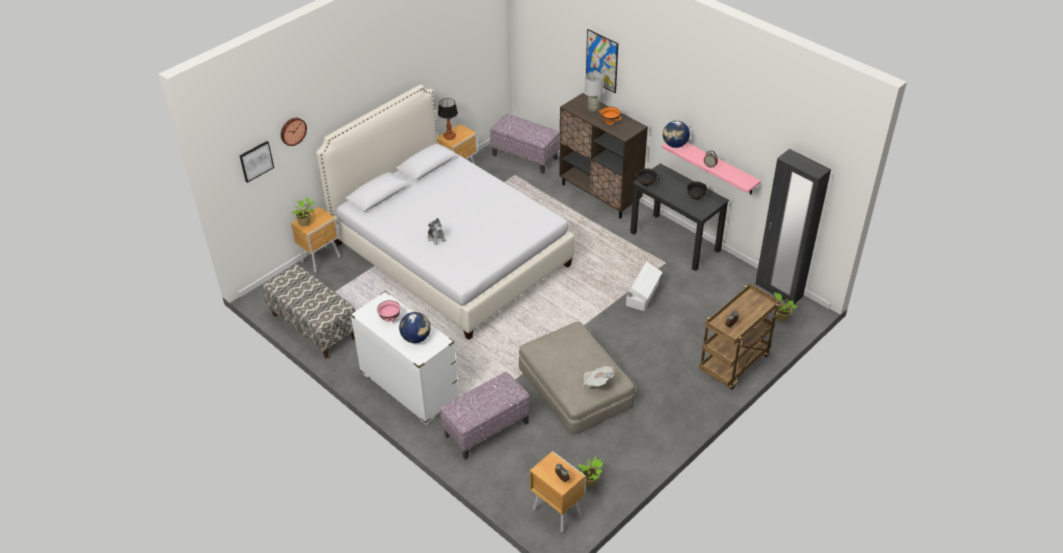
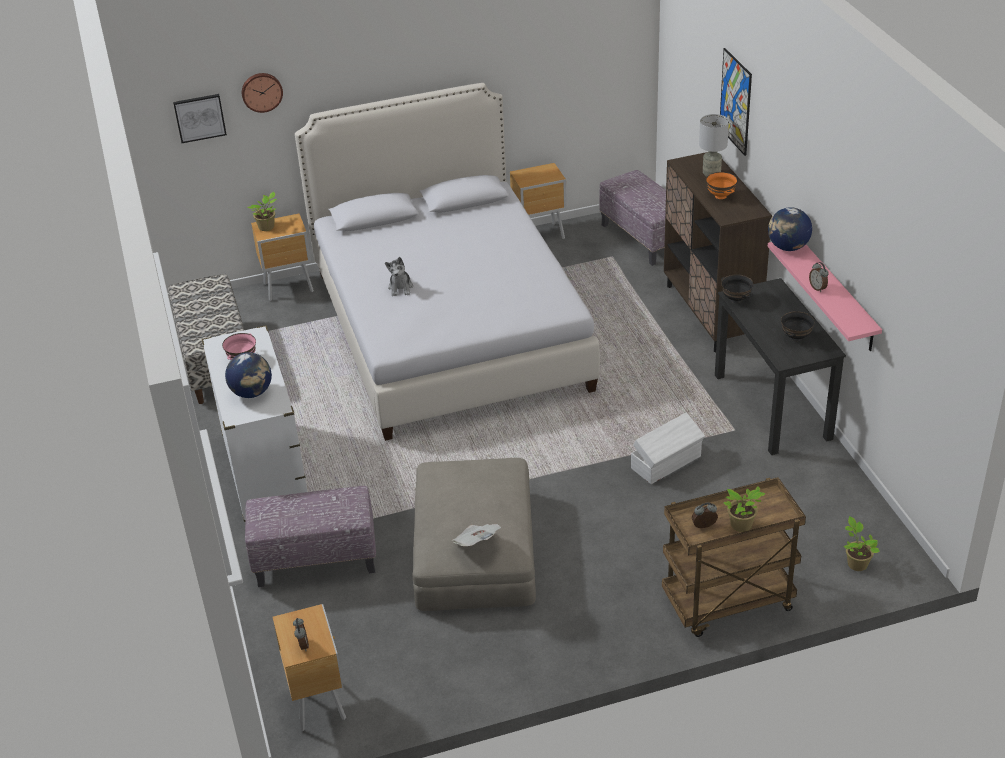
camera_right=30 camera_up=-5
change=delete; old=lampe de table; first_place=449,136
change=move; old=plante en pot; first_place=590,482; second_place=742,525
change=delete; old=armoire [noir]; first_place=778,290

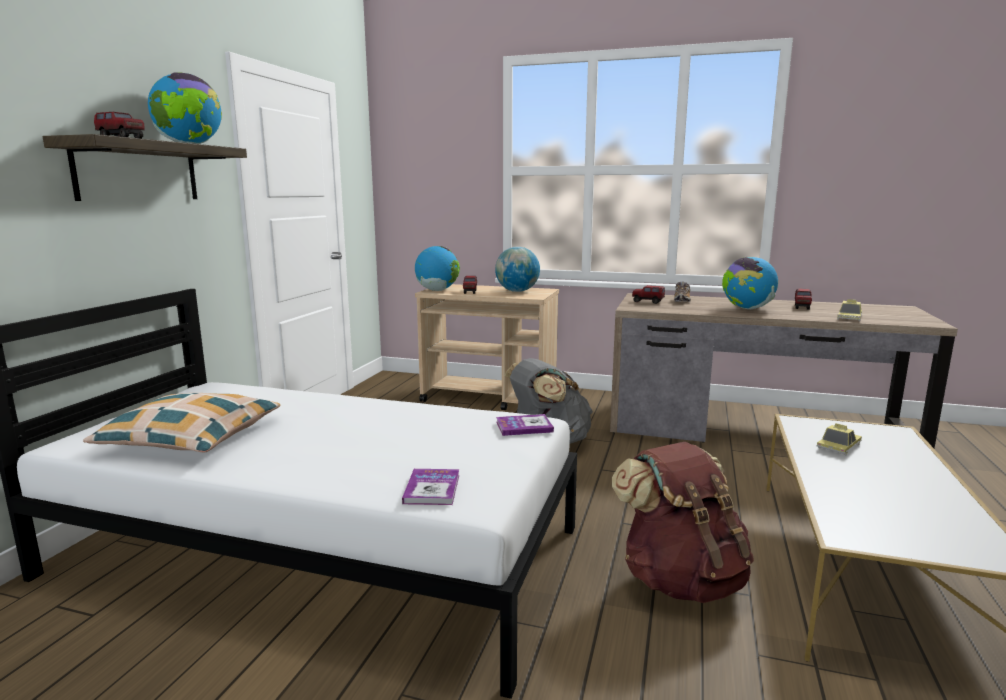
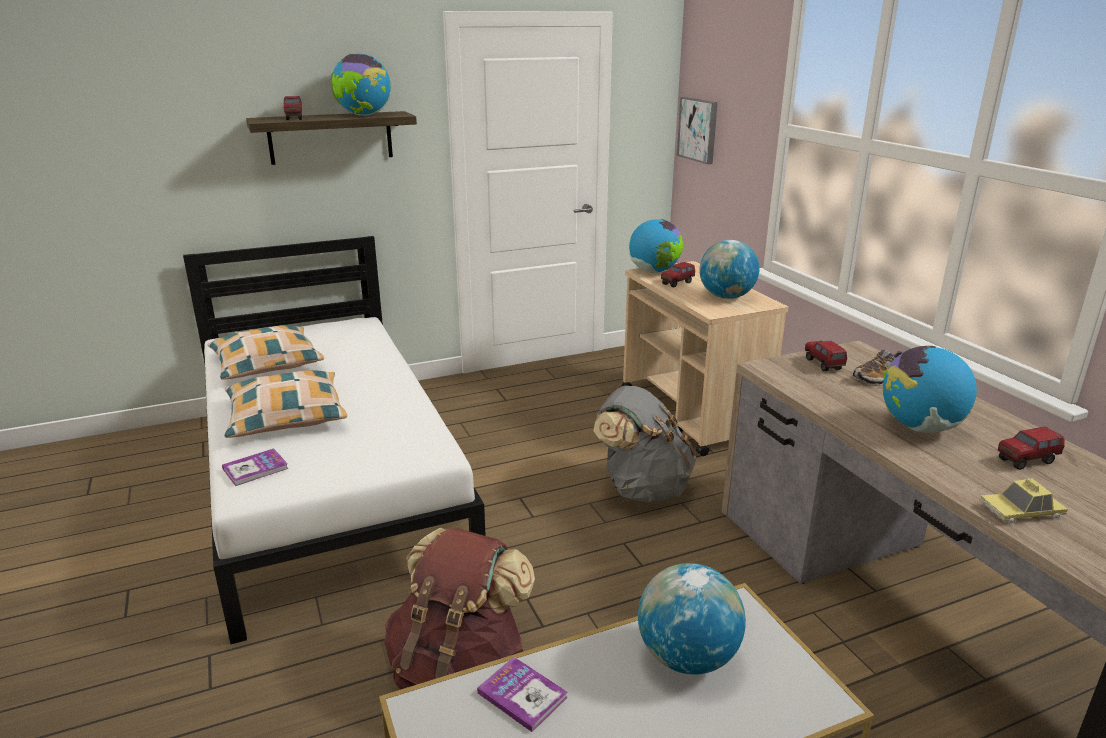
camera_right=50 camera_up=10
change=move; old=livre; first_place=524,426; second_place=522,695
change=replace; old=petite voiture; new=globe; first_place=838,446; second_place=687,657
change=insert; new=coussin; second_place=286,416
change=insert; new=tableau; second_place=698,130

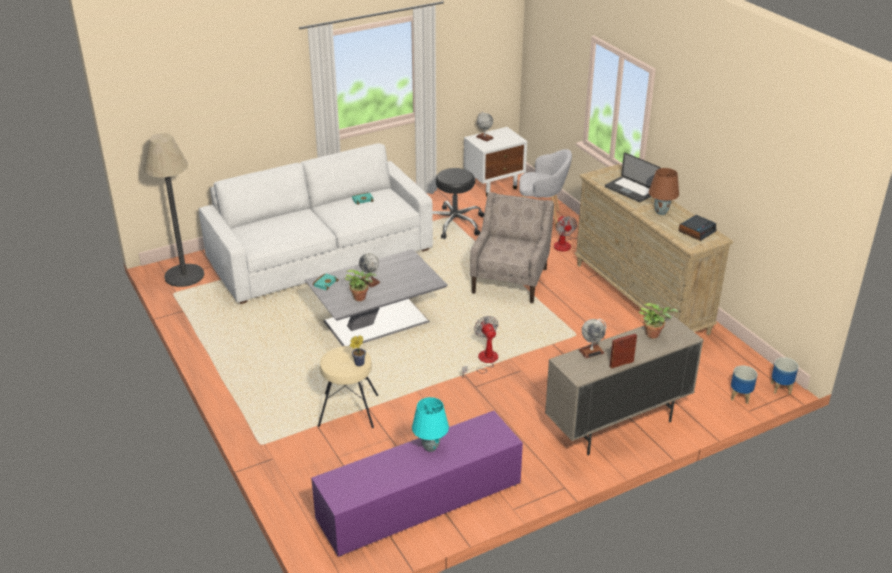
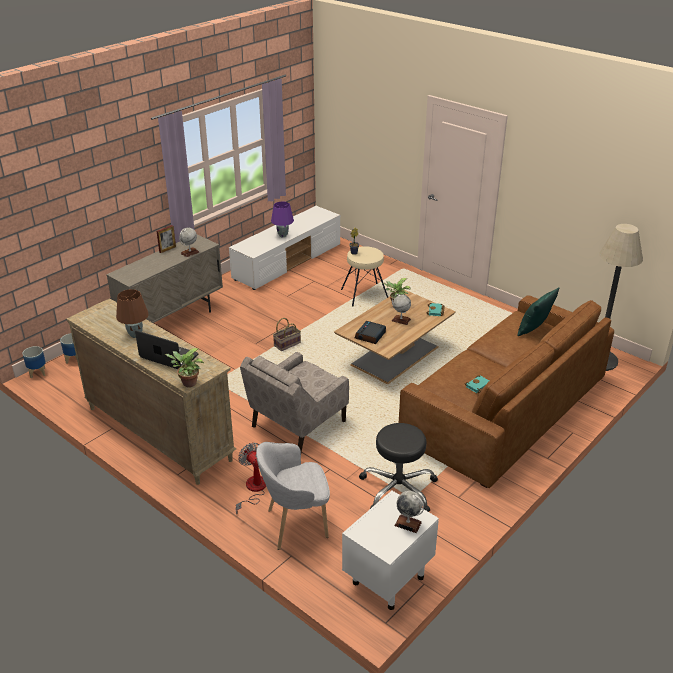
camera_right=160 camera_up=0
change=recolor; old=canapé [blanc]; new=canapé [marron]; first_place=320,255; second_place=505,409
change=recolor; old=table basse [gris]; new=table basse [marron]; first_place=378,321; second_place=394,357
change=recolor; old=meuble télé [violet]; new=meuble télé [blanc]; first_place=419,504; second_place=288,262
change=recolor; old=lampe de table [turquoise]; new=lampe de table [violet]; first_place=430,447; second_place=283,235
change=replace; old=ventilateur; new=panier; first_place=484,361; second_place=287,344
change=rotate; old=fauteuil [beige]; first_place=510,280; second_place=297,424; degrees=45
change=move; old=plante en pot; first_place=654,334; second_place=187,383
change=move; old=réveil; first_place=697,231; second_place=370,336
change=insert; new=coussin [vert]; second_place=534,329

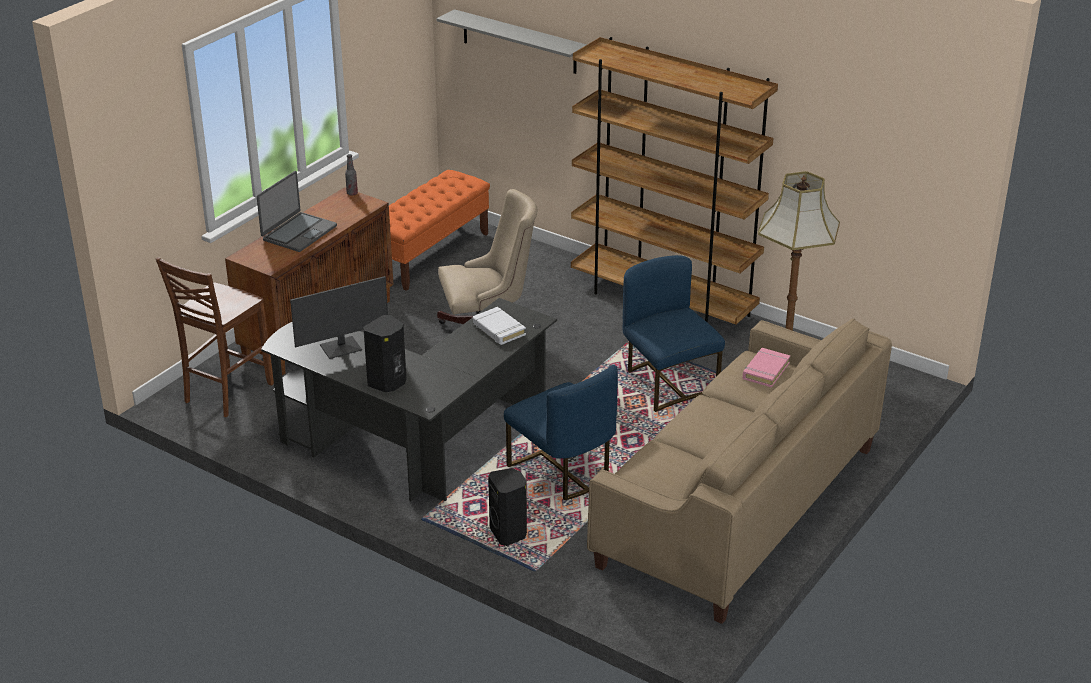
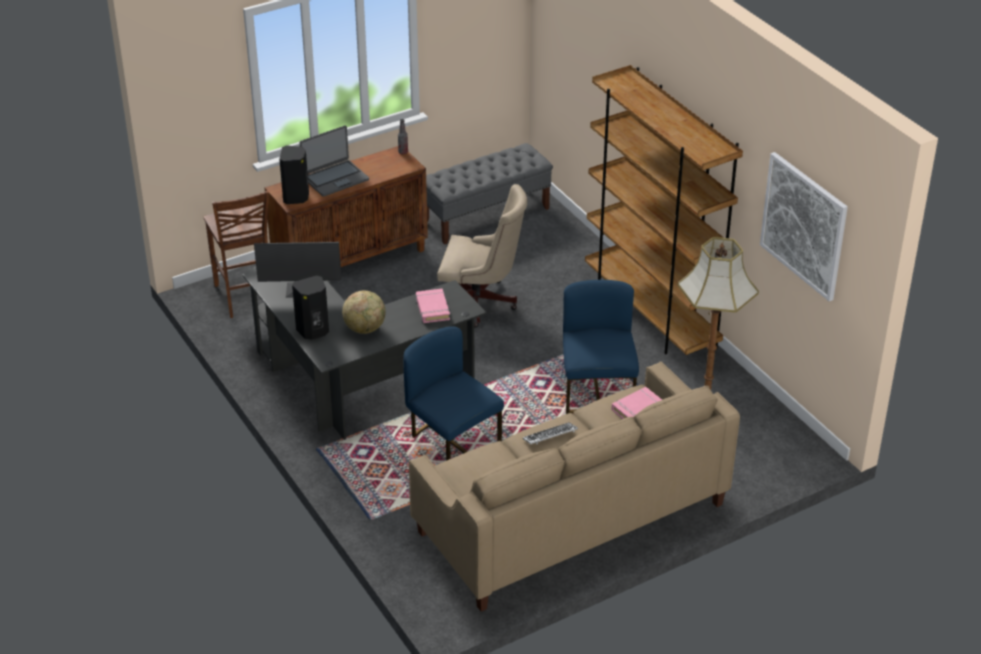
camera_right=25 camera_up=5
change=rotate; old=chaise [marron]; first_place=226,393; second_place=245,297; degrees=-75
change=recolor; old=banc [orange]; new=banc [gris]; first_place=429,254; second_place=486,215
change=delete; old=étagère [gris]; first_place=519,42
change=recolor; old=livre [blanc]; new=livre [rose]; first_place=498,329; second_place=432,309
change=move; old=enceinte [noir]; first_place=509,533; second_place=296,197
change=rotate; old=chaise [bleu]; first_place=562,471; second_place=452,443; degrees=150
change=insert; new=globe; second_place=365,328
change=insert; new=clavier; second_place=550,436
change=insert; new=tableau; second_place=804,225

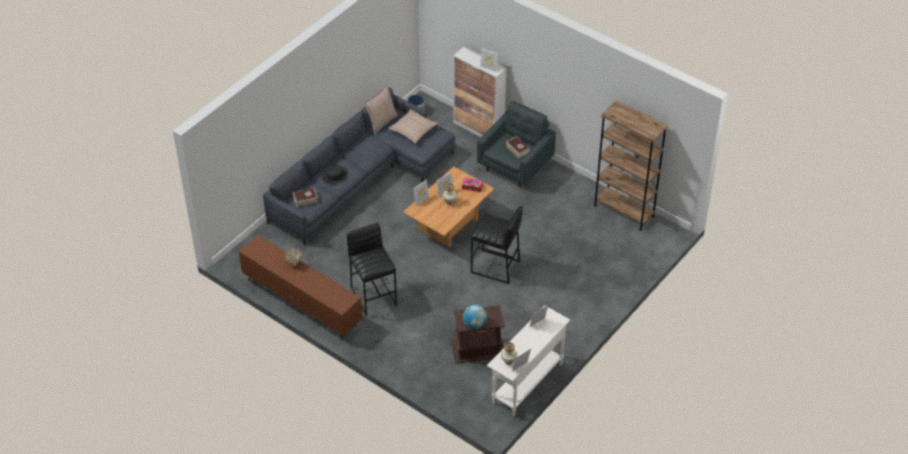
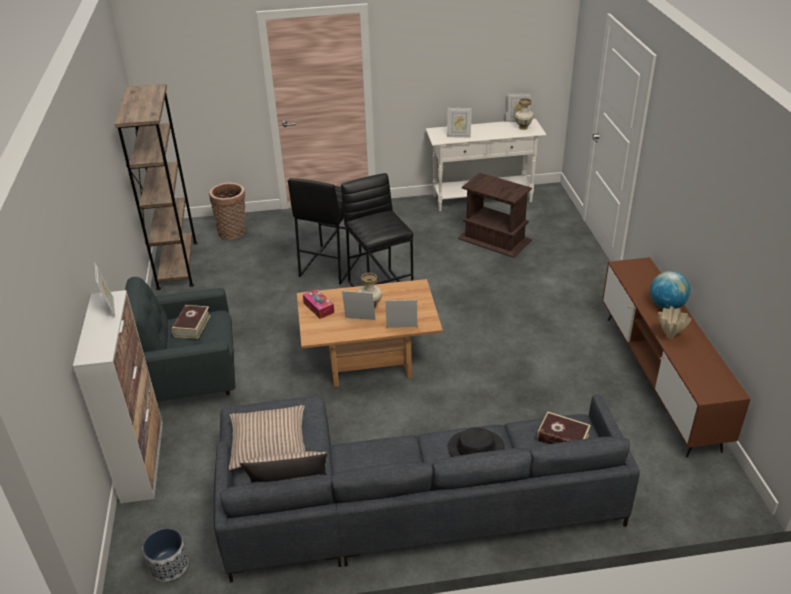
camera_right=-135 camera_up=-10
change=move; old=tabouret [noir]; first_place=374,296; second_place=329,265
change=move; old=globe; first_place=474,324; second_place=666,305
change=insert; new=panier; second_place=233,232

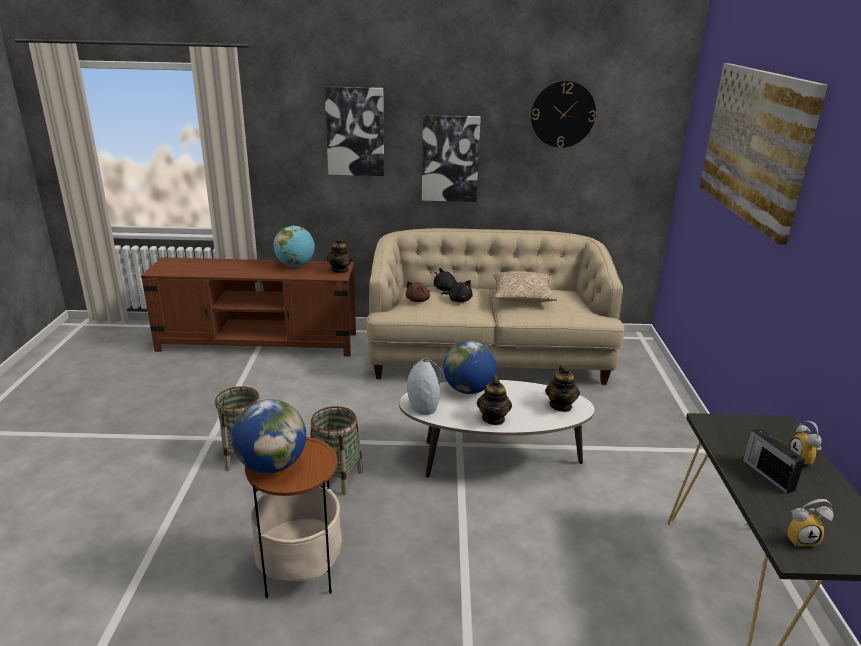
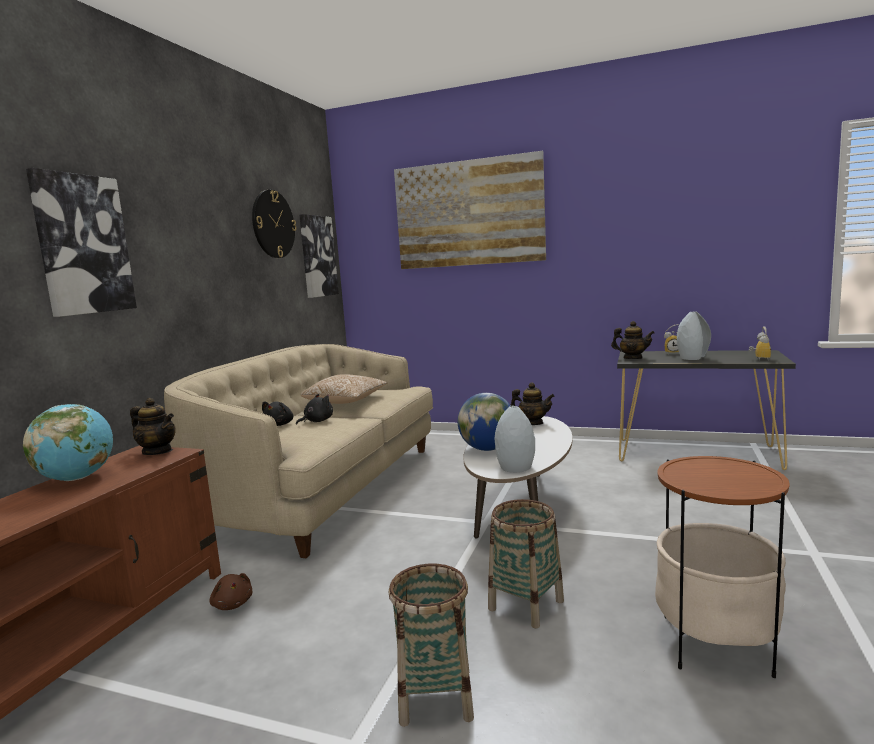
camera_right=-70 camera_up=-15
change=delete; old=globe; first_place=272,465
change=move; old=peluche [marron]; first_place=418,300; second_place=232,604
change=move; old=tableau; first_place=450,158; second_place=317,256
change=move; old=théière; first_place=493,418; second_place=632,358
change=replace; old=radio; new=vase [gris]; first_place=767,474; second_place=692,358

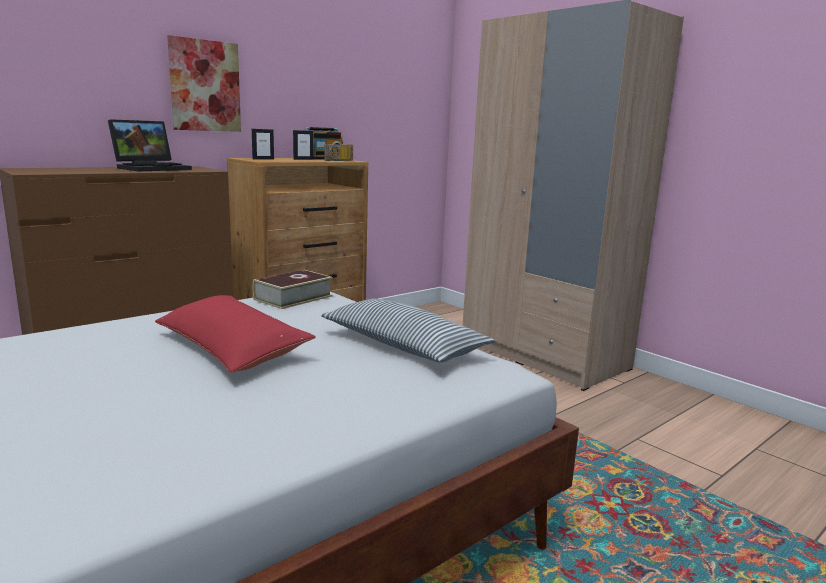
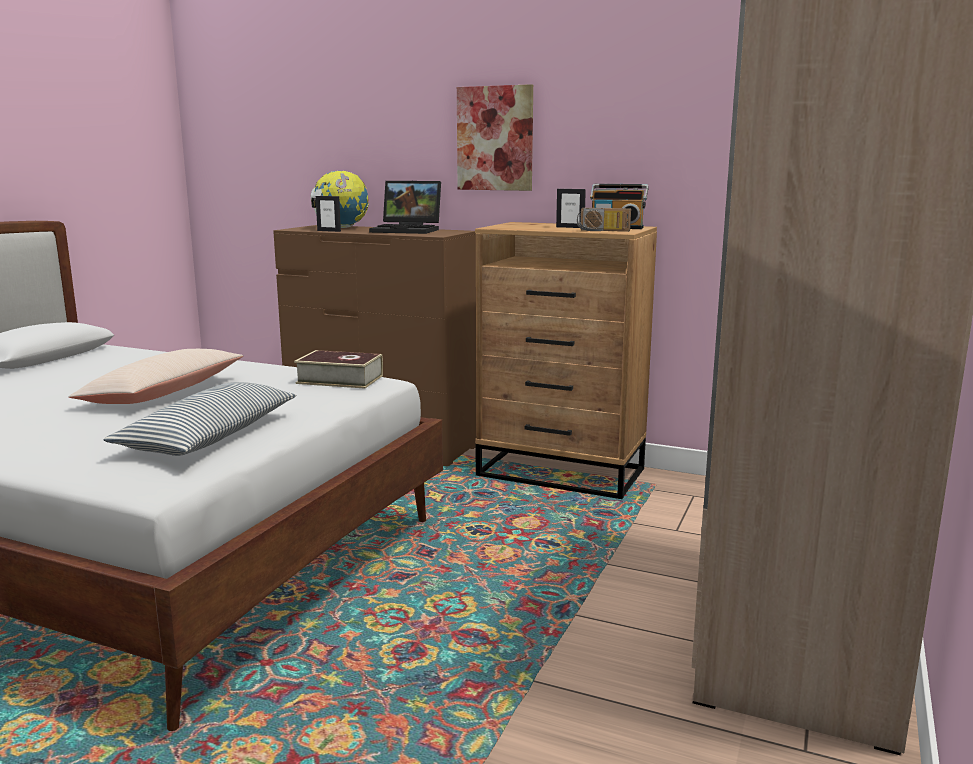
camera_right=65 camera_up=0
change=recolor; old=coussin [rouge]; new=coussin [beige]; first_place=231,348; second_place=163,393
change=move; old=cadre photo; first_place=263,159; second_place=329,231
change=insert; new=globe; second_place=341,228

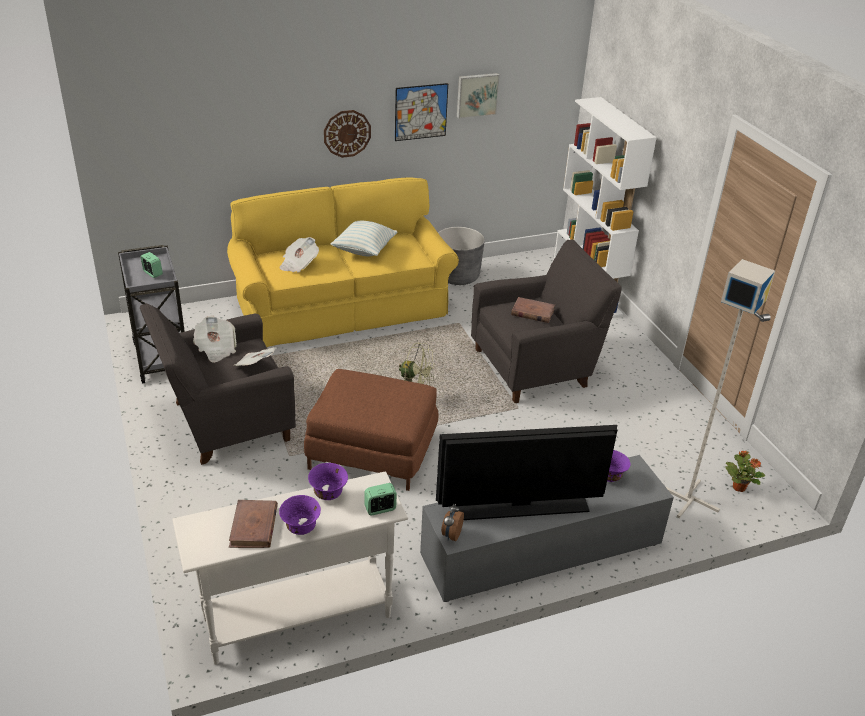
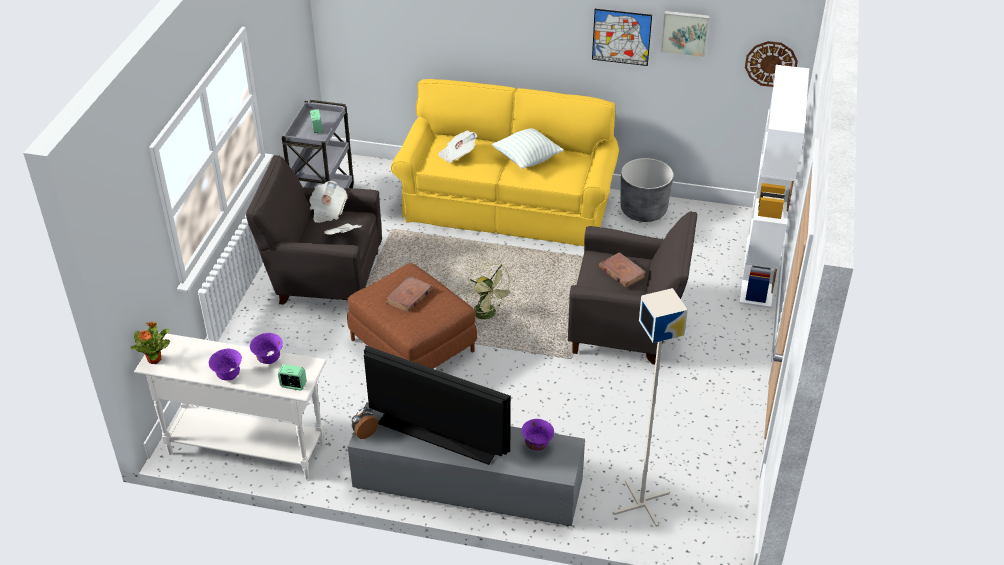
camera_right=35 camera_up=5
change=move; old=livre [marron]; first_place=254,527; second_place=409,296
change=move; old=horloge murale; first_place=347,133; second_place=771,63
change=move; old=plante en pot; first_place=738,487; second_place=155,359

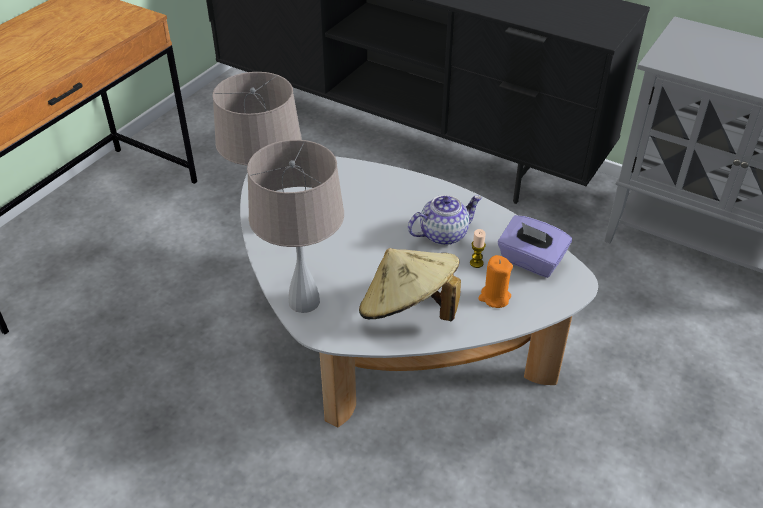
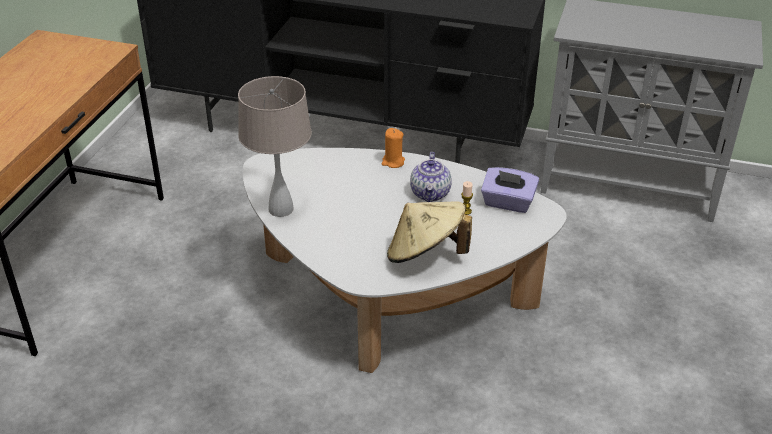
camera_right=-15 camera_up=-5
change=delete; old=lampe de table [beige]; first_place=303,301
change=rotate; old=théière; first_place=443,234; second_place=431,194; degrees=135
change=move; old=bougie [orange]; first_place=494,297; second_place=393,162

